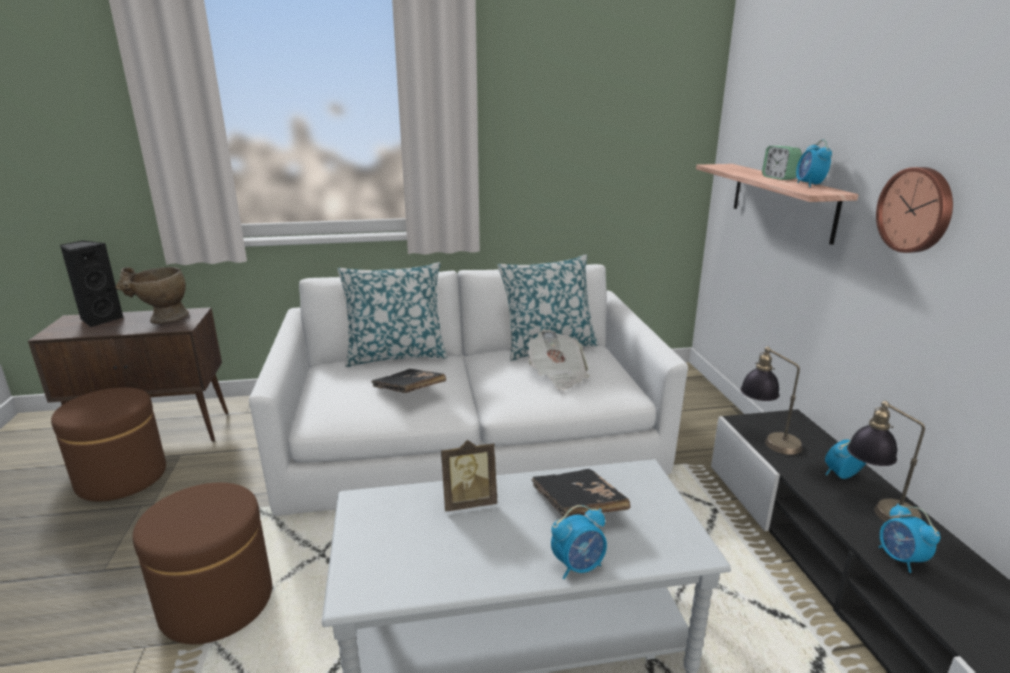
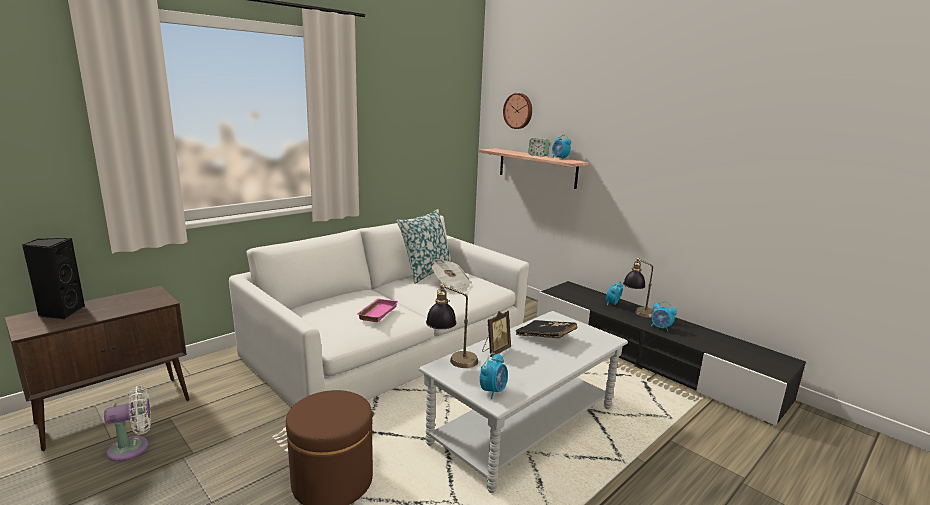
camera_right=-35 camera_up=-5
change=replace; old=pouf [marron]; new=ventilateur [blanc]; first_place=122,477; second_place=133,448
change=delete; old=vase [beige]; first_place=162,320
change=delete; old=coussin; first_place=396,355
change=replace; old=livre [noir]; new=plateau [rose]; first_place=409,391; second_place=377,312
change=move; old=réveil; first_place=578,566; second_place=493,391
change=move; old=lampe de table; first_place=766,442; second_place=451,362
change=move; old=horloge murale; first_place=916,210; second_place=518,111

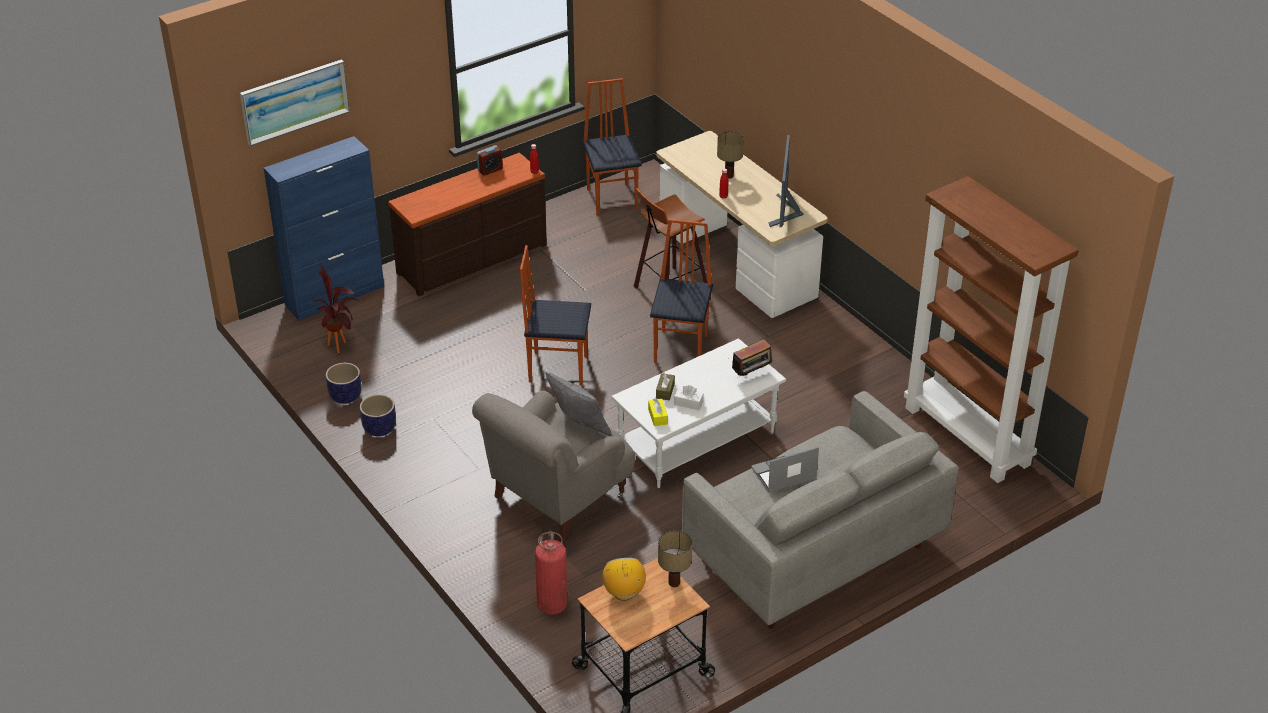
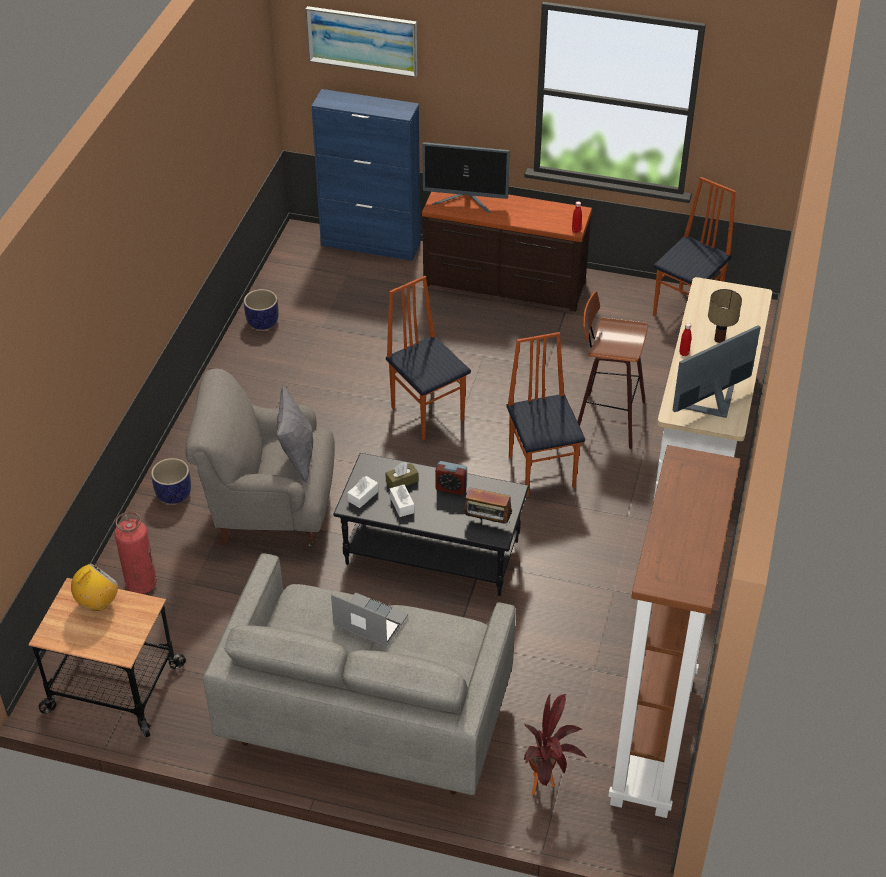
camera_right=50 camera_up=5
change=move; old=plante en pot; first_place=341,343; second_place=547,784
change=move; old=cache-pot; first_place=380,428; second_place=174,494
change=move; old=réveil; first_place=490,170; second_place=451,488
change=recolor; old=table basse [blanc]; new=table basse [noir]; first_place=697,442; second_place=431,553
change=recolor; old=boîte à mouchoirs [jaune]; new=boîte à mouchoirs [blanc]; first_place=657,416; second_place=363,496
change=rotate; old=chaise; first_place=682,348; second_place=542,471; degrees=-75
change=delete; old=lampe de table; first_place=673,583
change=insert; new=écran d'ordinateur; second_place=465,202

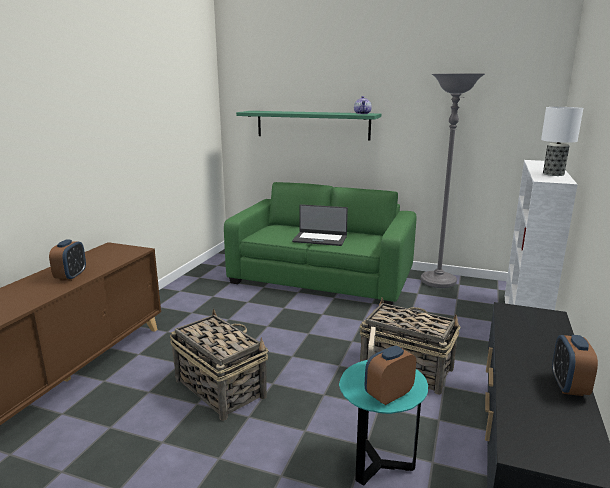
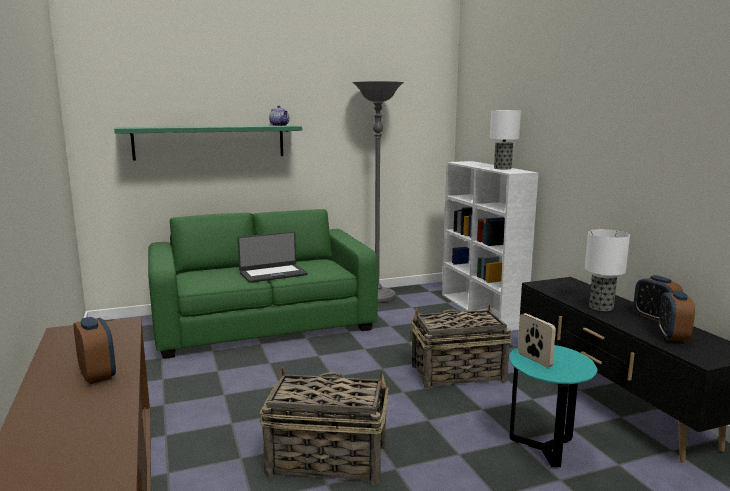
camera_right=-40 camera_up=-5
change=move; old=réveil; first_place=388,395; second_place=673,336
change=insert; new=lampe de table; second_place=600,307

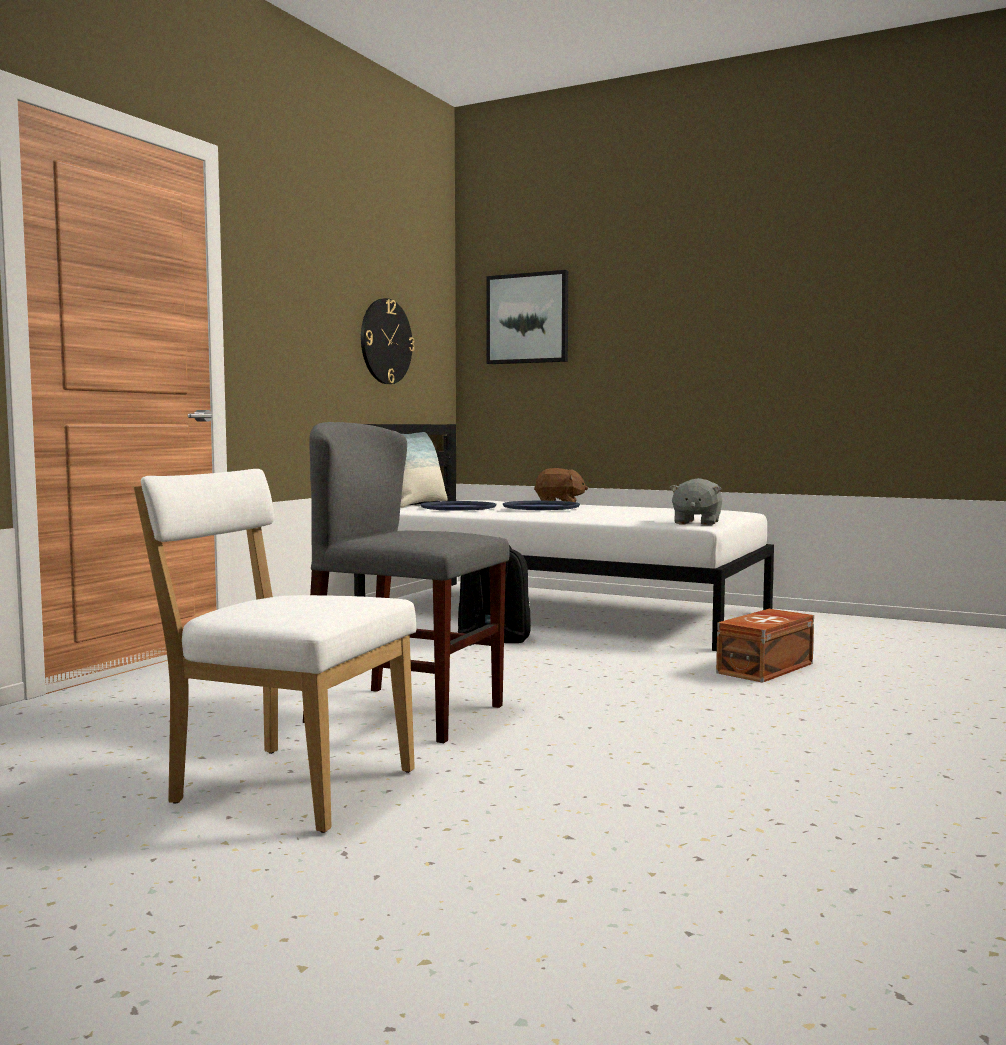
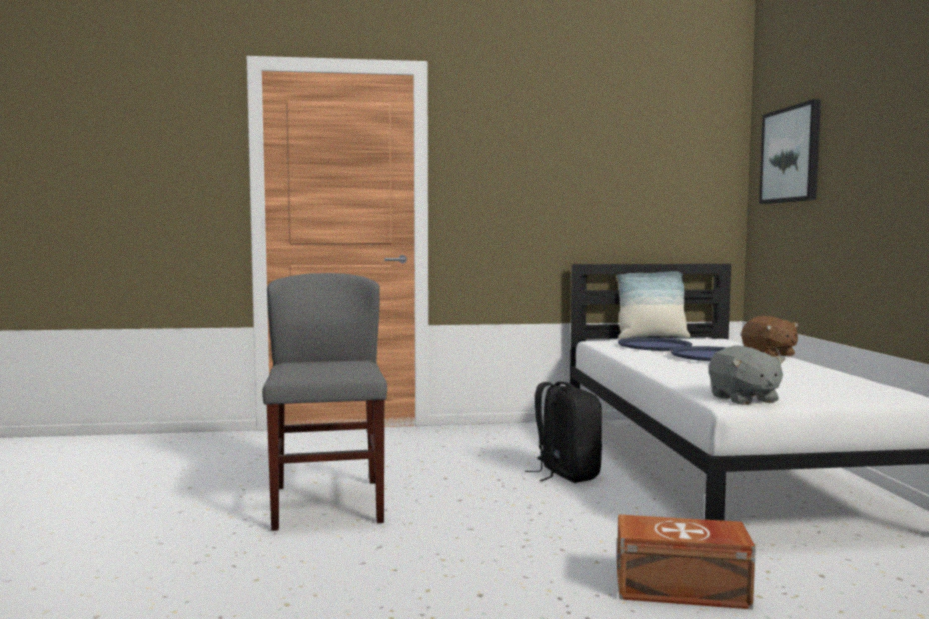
camera_right=55 camera_up=0
change=delete; old=chaise [blanc]; first_place=285,785
change=delete; old=horloge murale; first_place=385,341
change=rotate; old=peluche [gris]; first_place=696,523; second_place=743,399; degrees=-90

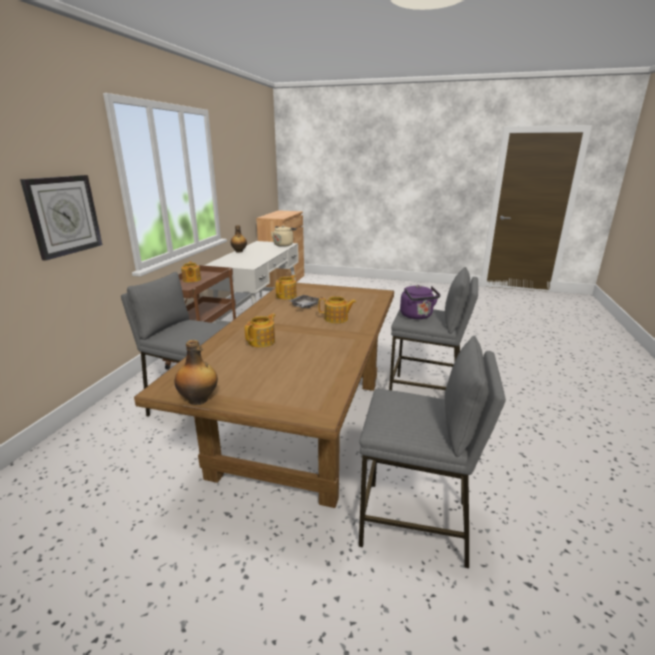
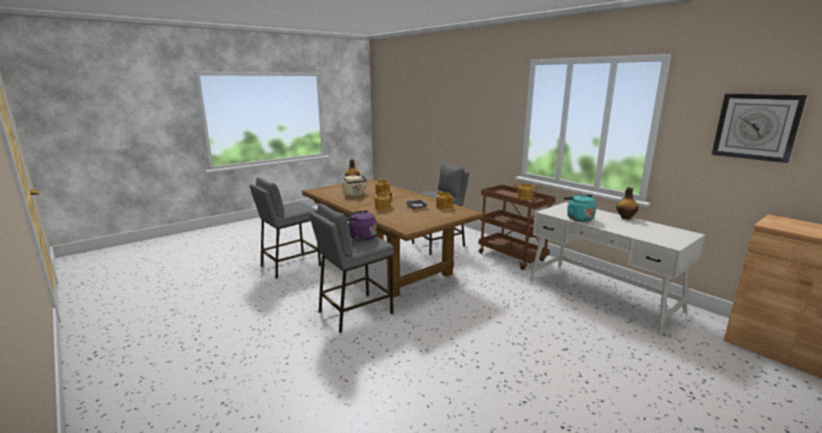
camera_right=125 camera_up=-5
change=move; old=horloge murale; first_place=64,215; second_place=756,127
change=move; old=bouilloire [beige]; first_place=284,245; second_place=354,195
change=insert; new=bouilloire [turquoise]; second_place=578,218

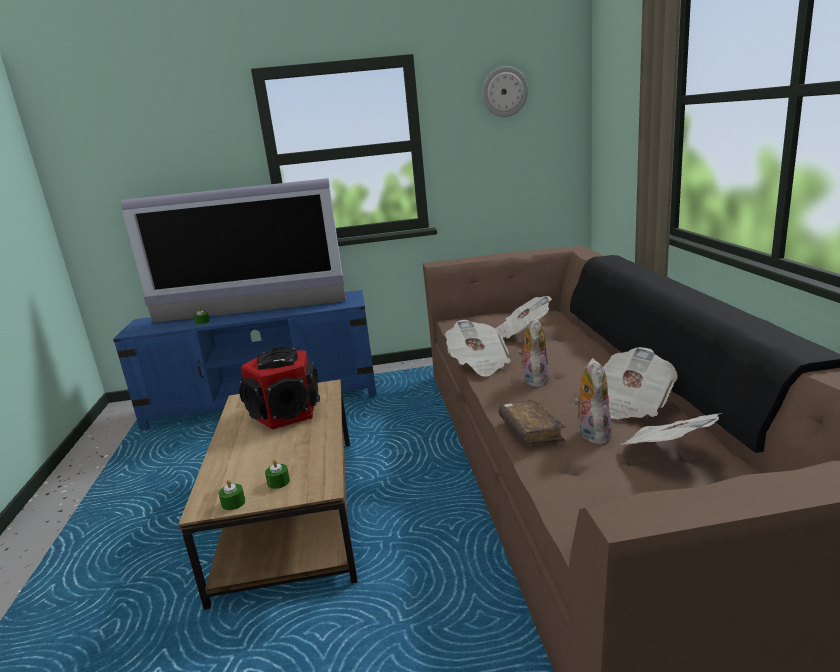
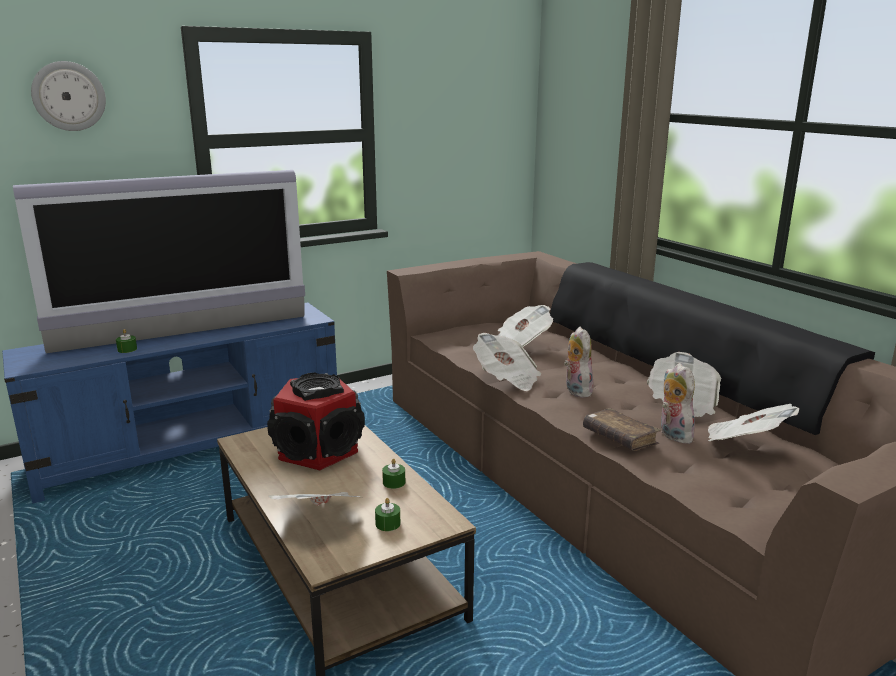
camera_right=-25 camera_up=0
change=move; old=bougie [vert]; first_place=233,503; second_place=394,482
change=move; old=horloge murale; first_place=504,92; second_place=69,96
change=insert; new=journal; second_place=320,517

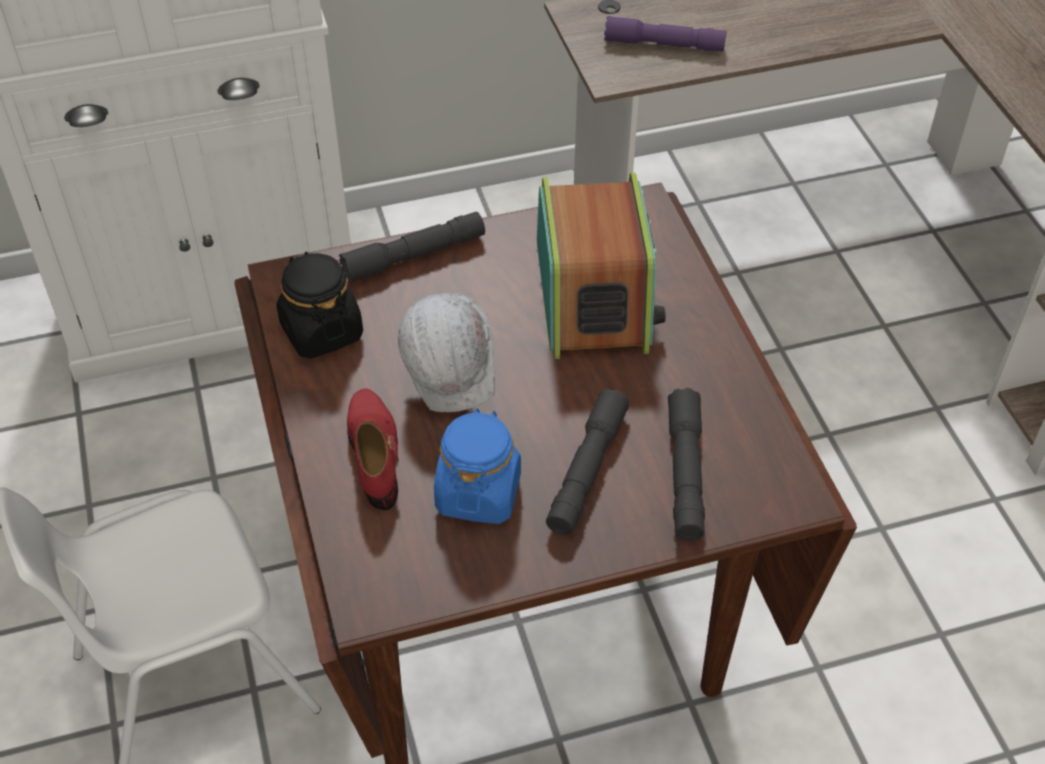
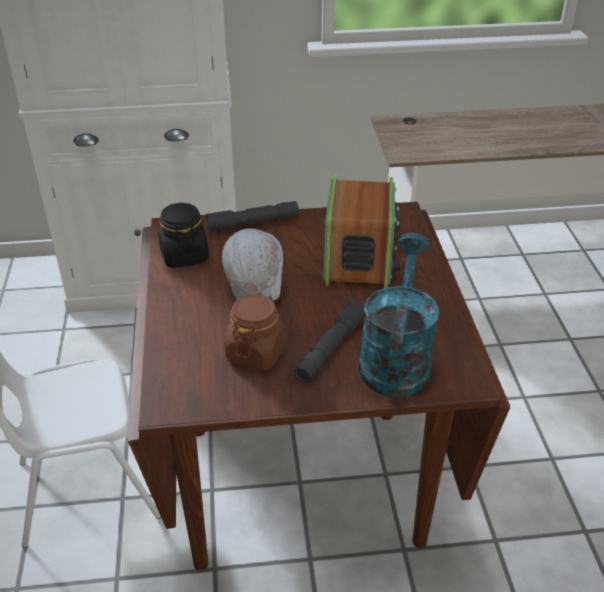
camera_right=10 camera_up=-10
change=delete; old=chaussure [rouge]; first_place=375,453
change=recolor; old=bocal [bleu]; new=bocal [marron]; first_place=478,493; second_place=256,353
change=delete; old=lampe de poche [violet]; first_place=664,44
change=replace; old=lampe de poche [gris]; new=arrosoir [turquoise]; first_place=685,473; second_place=396,358

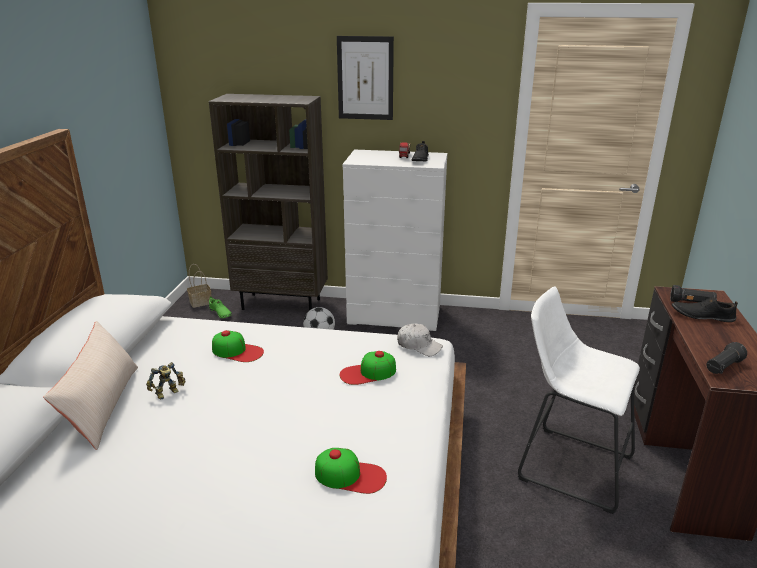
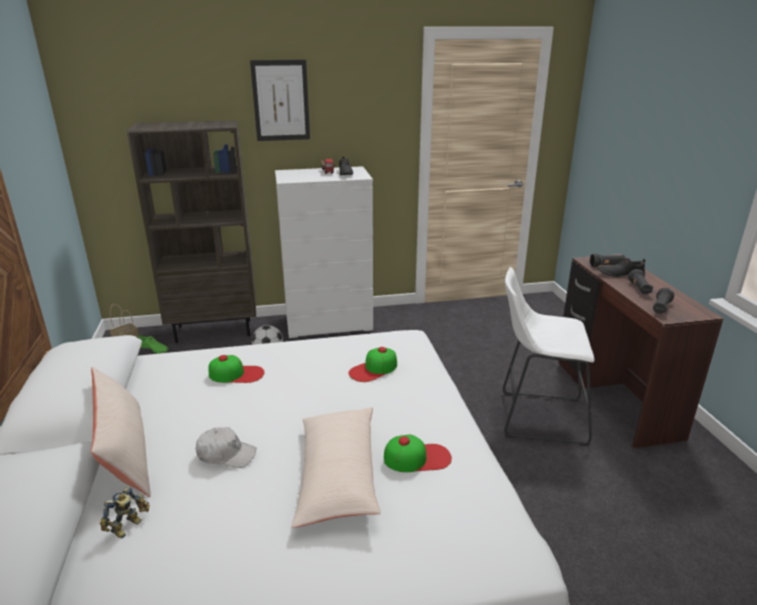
camera_right=-20 camera_up=0
change=move; old=robot jouet; first_place=168,393; second_place=129,526
change=move; old=casquette [blanc]; first_place=419,346; second_place=226,454
change=insert; new=coussin [beige]; second_place=337,475
change=insert; new=lampe de poche [noir]; second_place=639,289

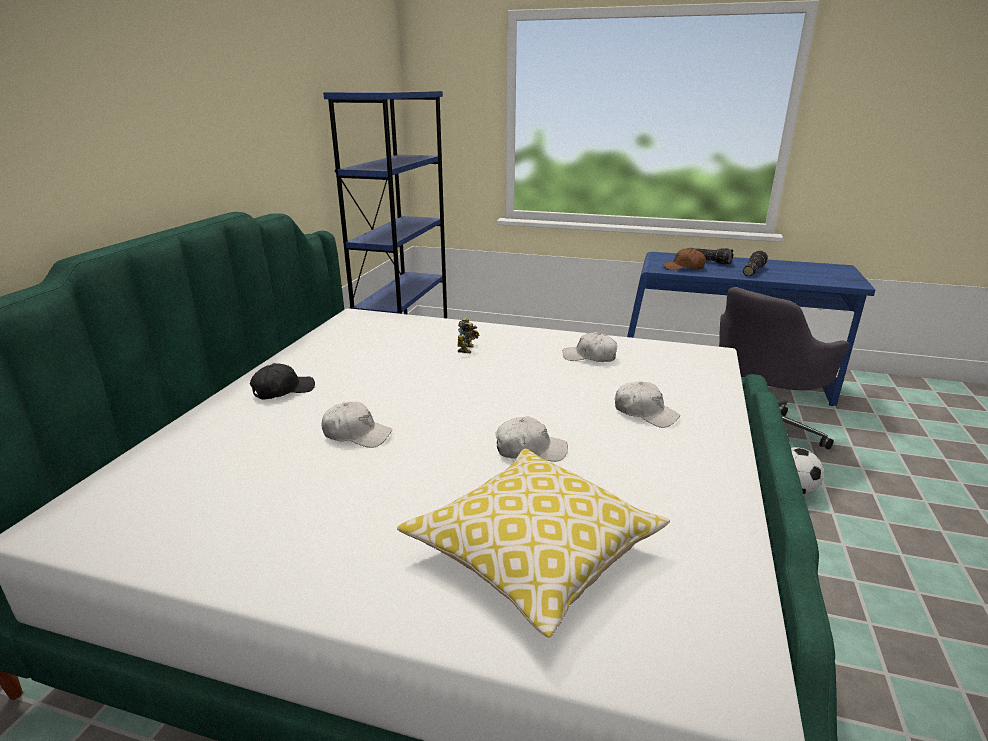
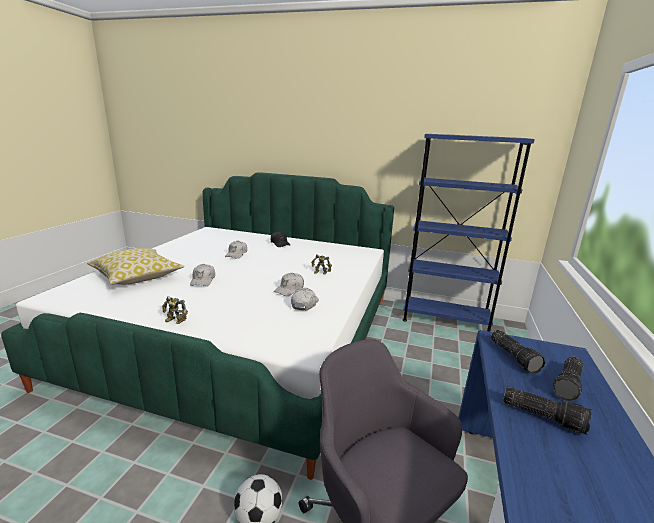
camera_right=90 camera_up=-5
change=move; old=casquette [blanc]; first_place=645,413; second_place=289,289
change=replace; old=casquette [marron]; new=lampe de poche; first_place=683,267; second_place=514,357
change=insert; new=robot jouet; second_place=174,321

